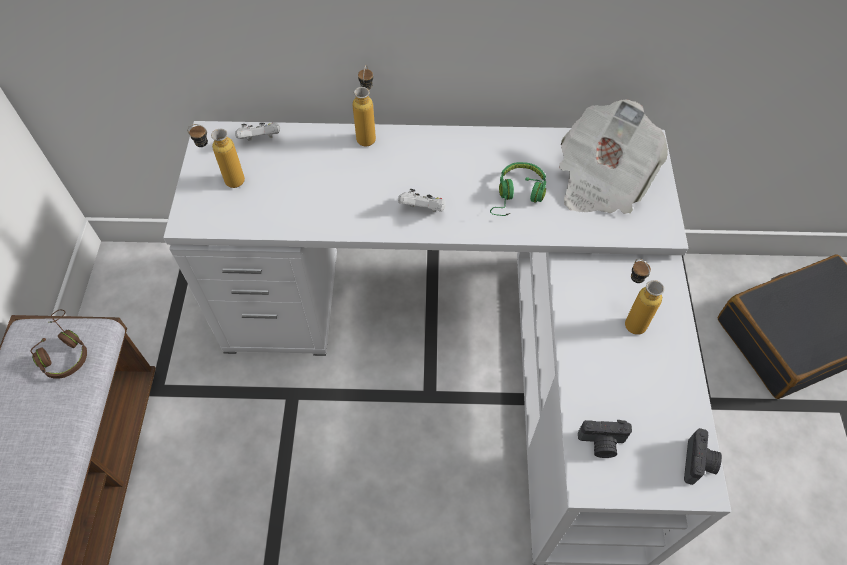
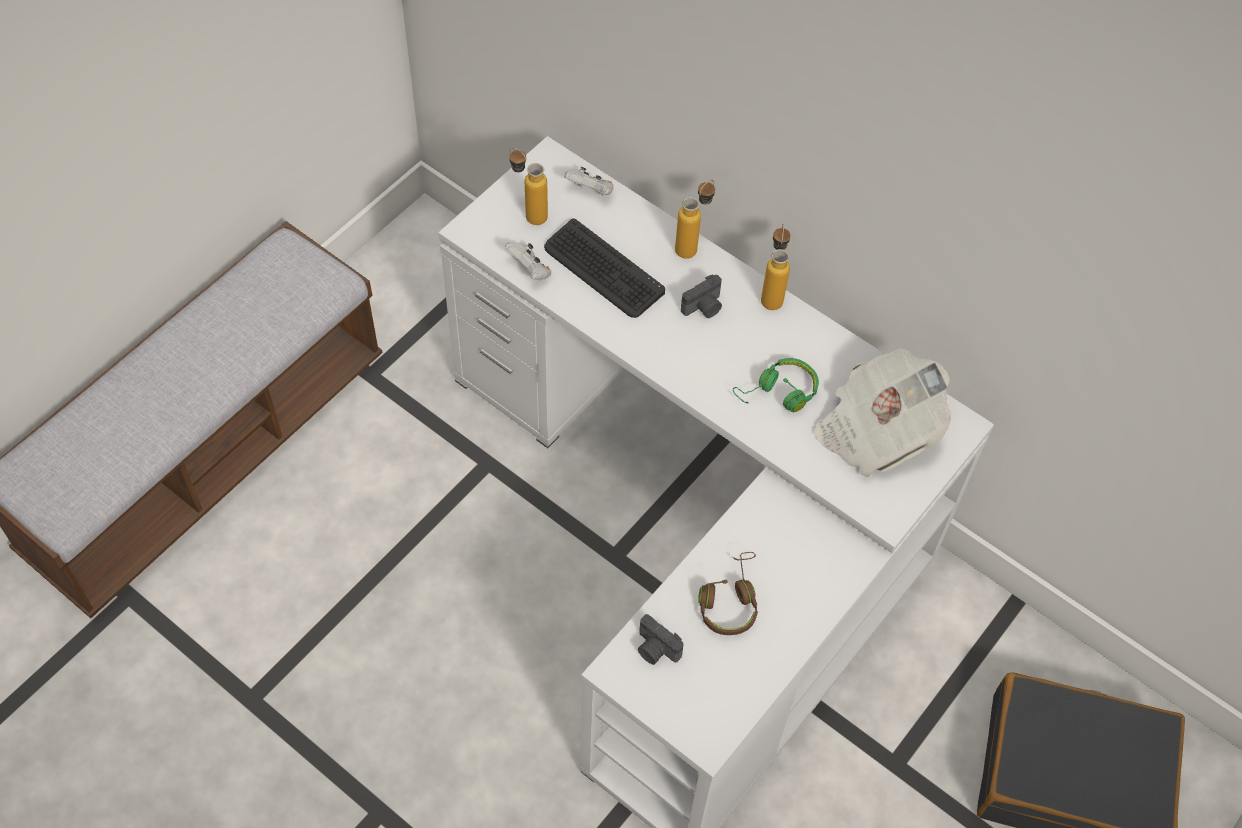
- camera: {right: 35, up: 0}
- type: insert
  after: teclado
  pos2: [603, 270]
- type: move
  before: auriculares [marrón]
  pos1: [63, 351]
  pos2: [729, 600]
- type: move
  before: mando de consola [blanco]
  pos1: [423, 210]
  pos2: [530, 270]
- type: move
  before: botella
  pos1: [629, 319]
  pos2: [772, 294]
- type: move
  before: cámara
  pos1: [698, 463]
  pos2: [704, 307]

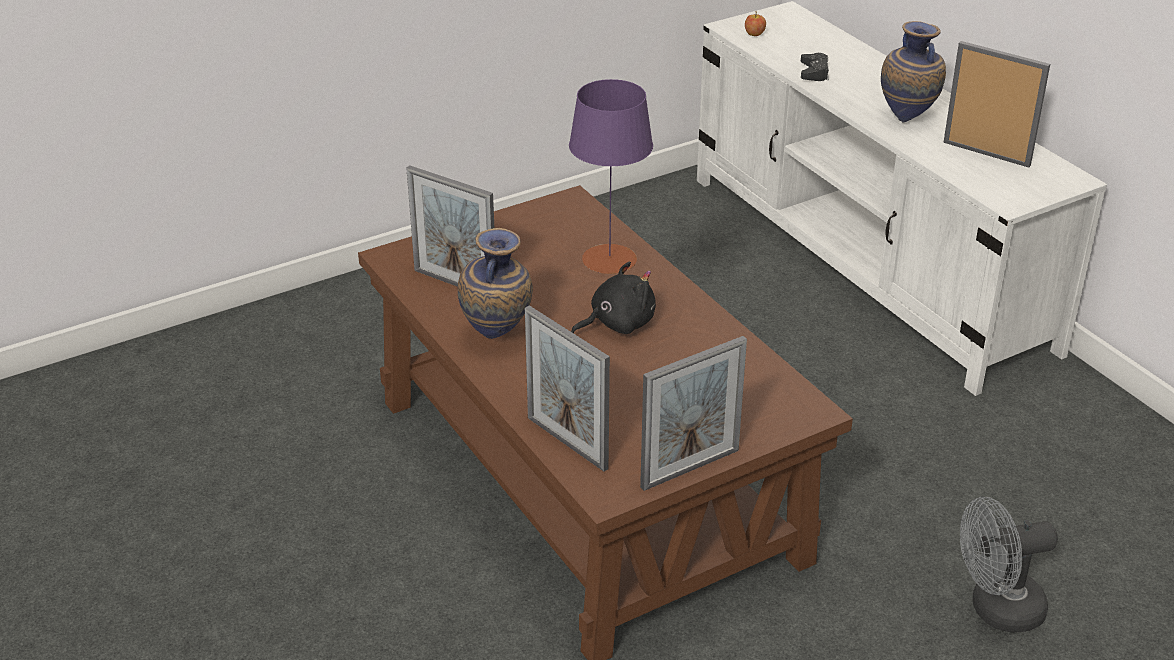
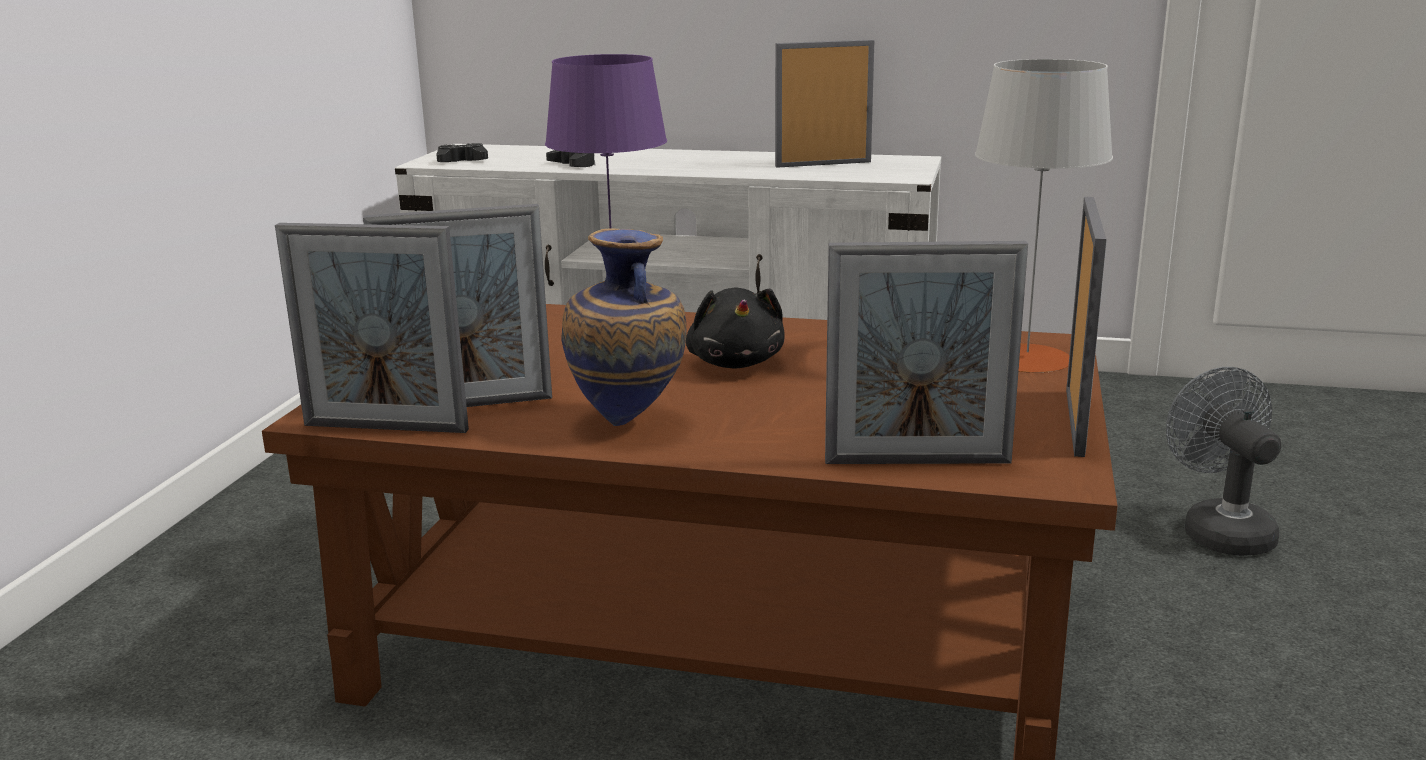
- camera: {right: -45, up: -15}
- type: delete
  before: florero
  pos1: [908, 119]
- type: insert
  after: portarretratos
  pos2: [385, 427]
- type: insert
  after: lámpara de mesa [gris]
  pos2: [1027, 358]
- type: replace
  before: manzana
  after: mando de consola [negro]
  pos1: [754, 34]
  pos2: [462, 161]
- type: rotate
  before: peluche [negro]
  pos1: [618, 323]
  pos2: [736, 362]
  turn: 150
- type: rotate
  before: ventilador [gris]
  pos1: [996, 610]
  pos2: [1219, 530]
  turn: 135

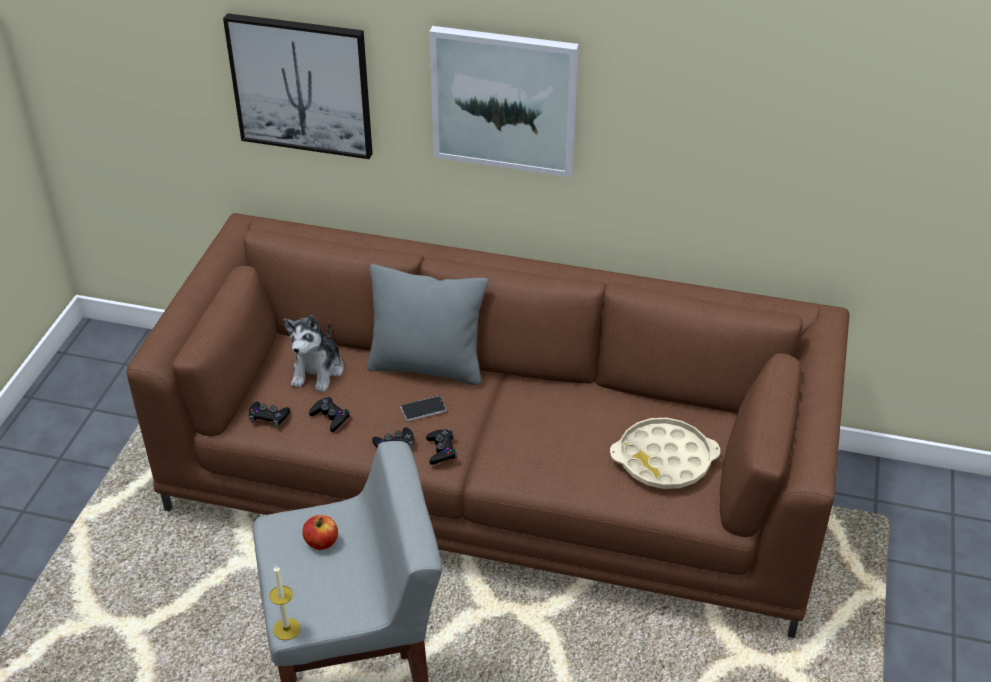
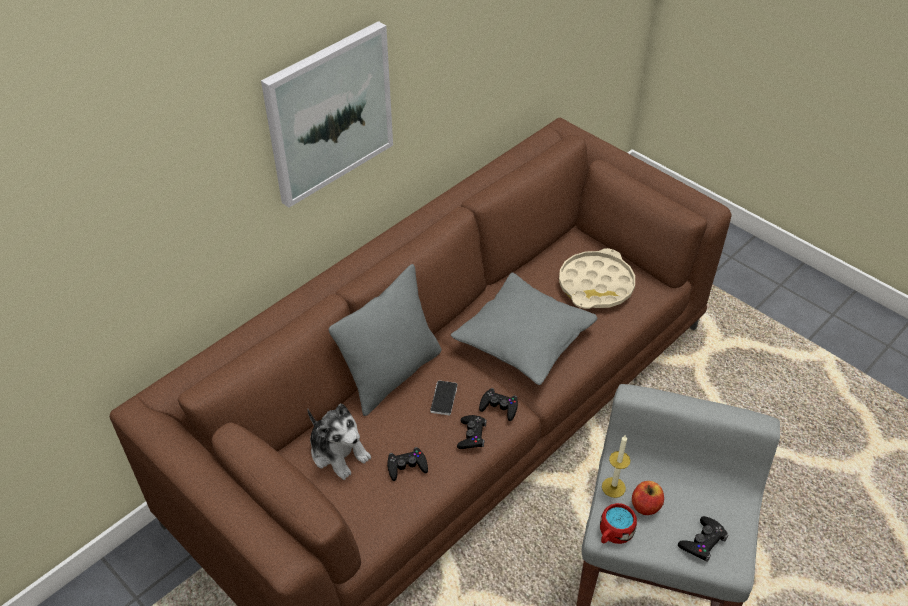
- camera: {right: -60, up: 5}
- type: delete
  before: cuadro
  pos1: [301, 85]
- type: insert
  after: cojín [gris]
  pos2: [524, 339]
- type: insert
  after: taza grande [rojo]
  pos2: [613, 533]
- type: move
  before: mando de consola [negro]
  pos1: [268, 417]
  pos2: [702, 541]
- type: move
  before: vela
  pos1: [286, 629]
  pos2: [613, 487]

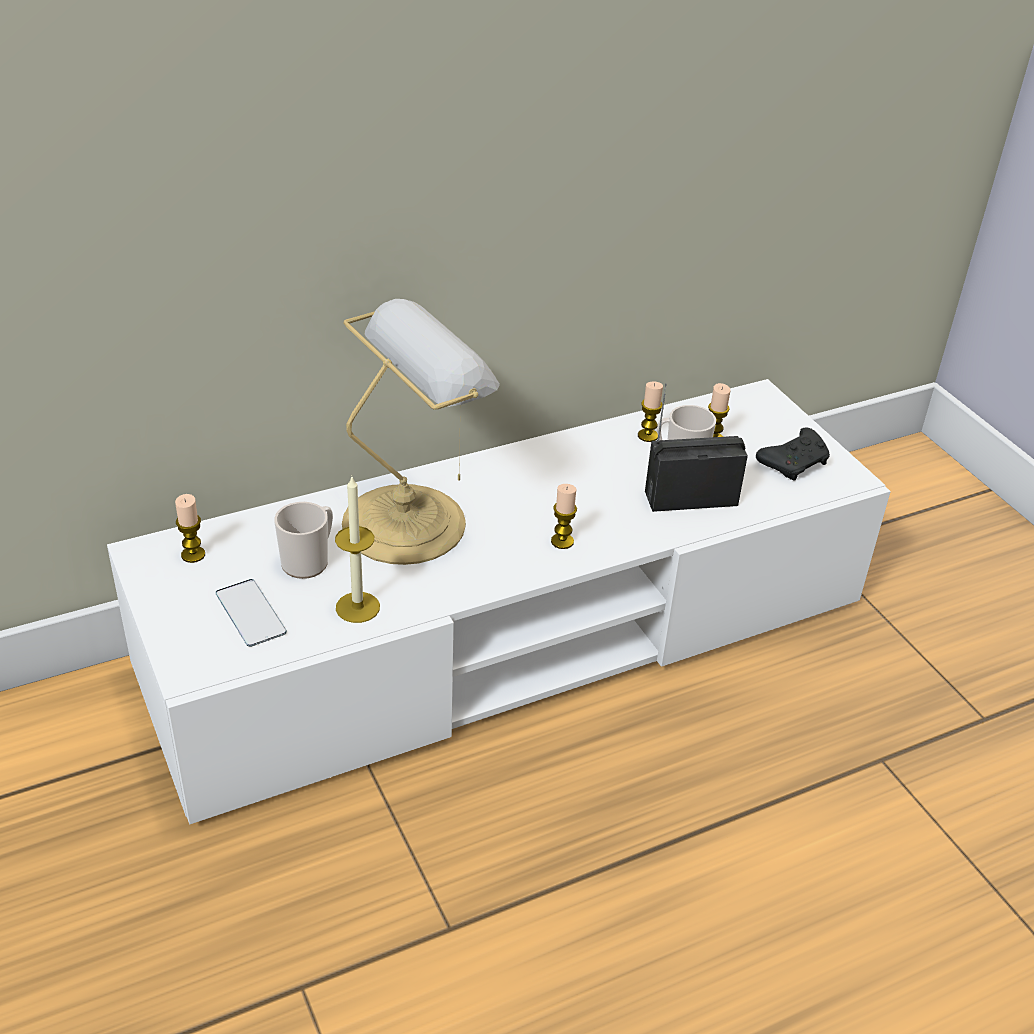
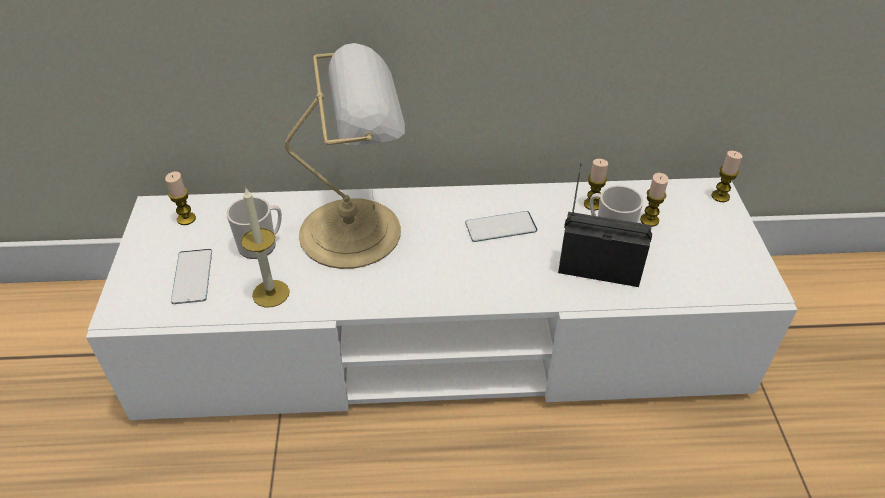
- camera: {right: 25, up: 5}
- type: delete
  before: mando de consola [negro]
  pos1: [794, 463]
- type: insert
  after: móvil
  pos2: [500, 227]
- type: move
  before: vela
  pos1: [562, 541]
  pos2: [720, 196]

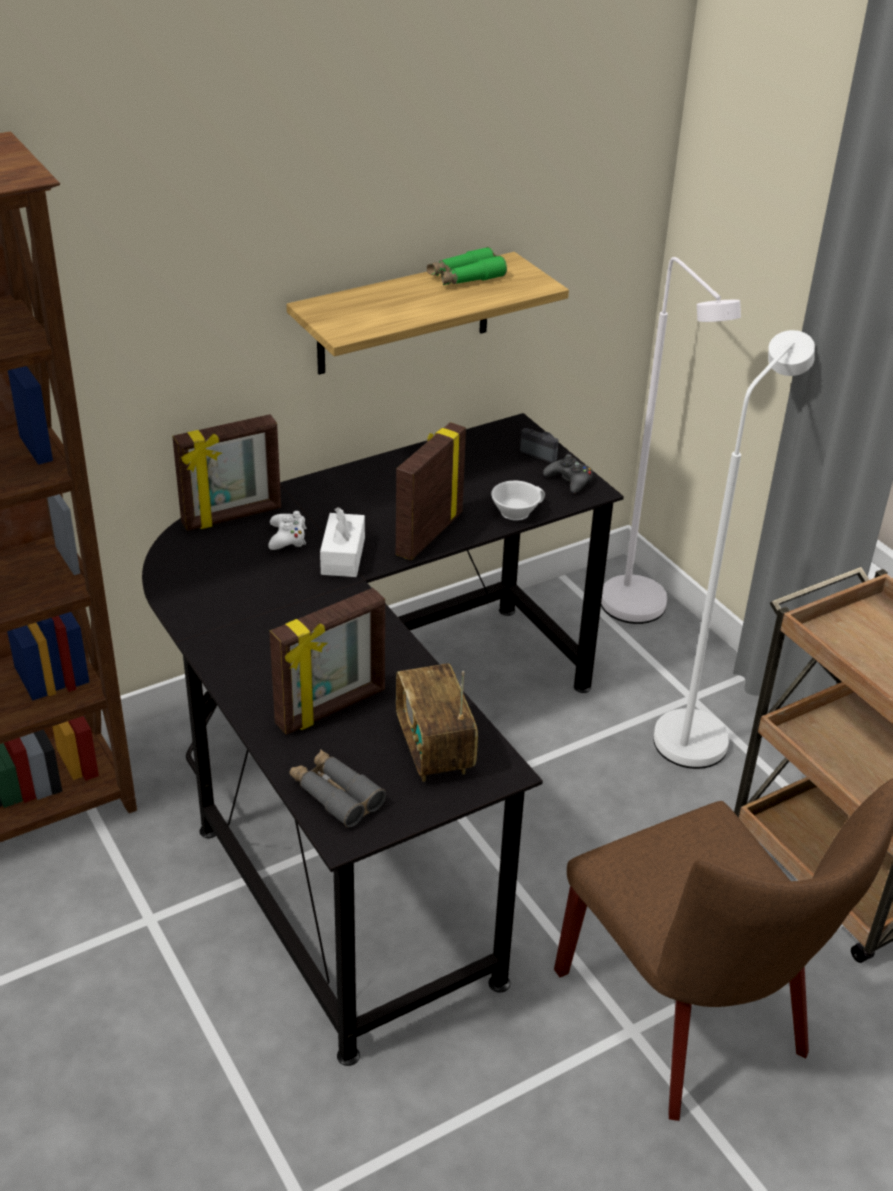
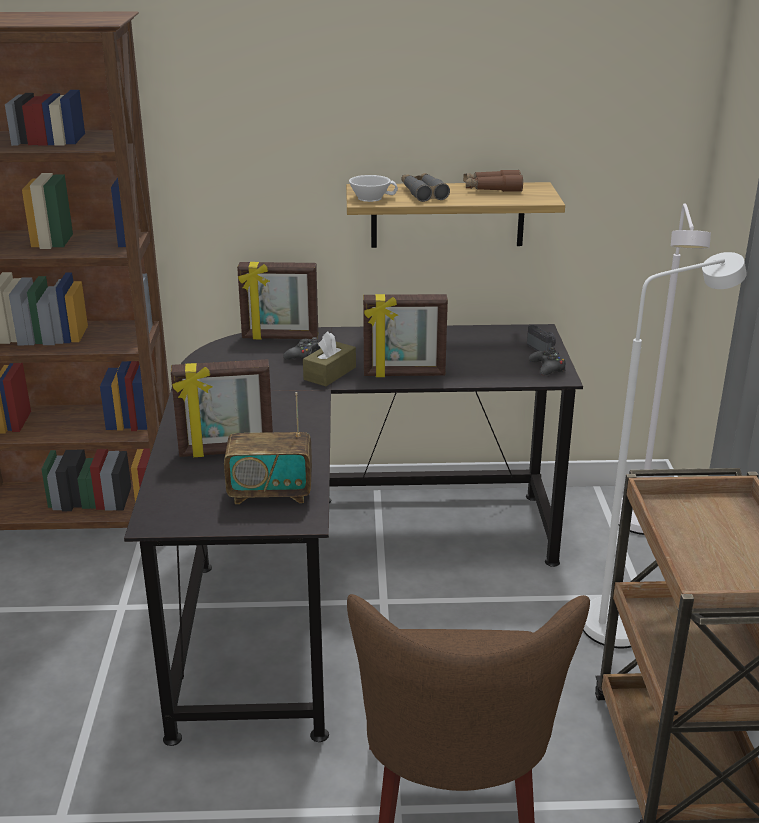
- camera: {right: 30, up: -10}
- type: move
  before: prismáticos [gris]
  pos1: [335, 794]
  pos2: [423, 193]
- type: move
  before: taza [blanco]
  pos1: [515, 510]
  pos2: [371, 197]
- type: recolor
  before: mando de consola [blanco]
  after: mando de consola [negro]
  pos1: [287, 537]
  pos2: [304, 355]
- type: recolor
  before: caja de pañuelos [blanco]
  after: caja de pañuelos [marrón]
  pos1: [343, 556]
  pos2: [330, 373]
- type: recolor
  before: prismáticos [verde]
  after: prismáticos [marrón]
  pos1: [465, 277]
  pos2: [492, 189]
- type: rotate
  before: portarretratos
  pos1: [428, 533]
  pos2: [404, 374]
  turn: -150
- type: rotate
  before: radio
  pos1: [434, 749]
  pos2: [270, 493]
  turn: -105

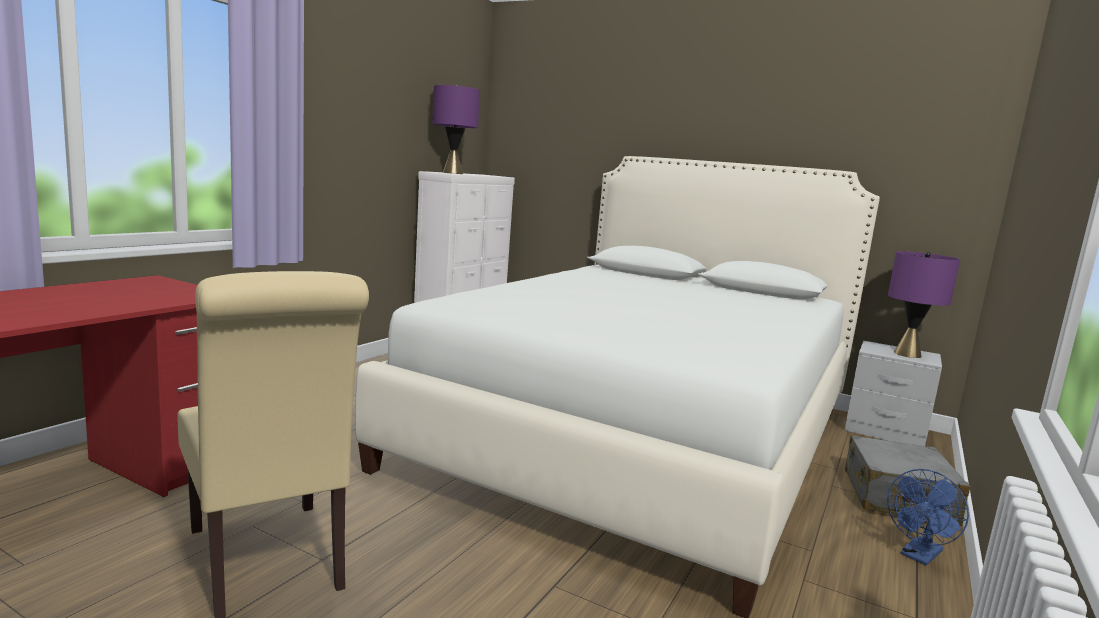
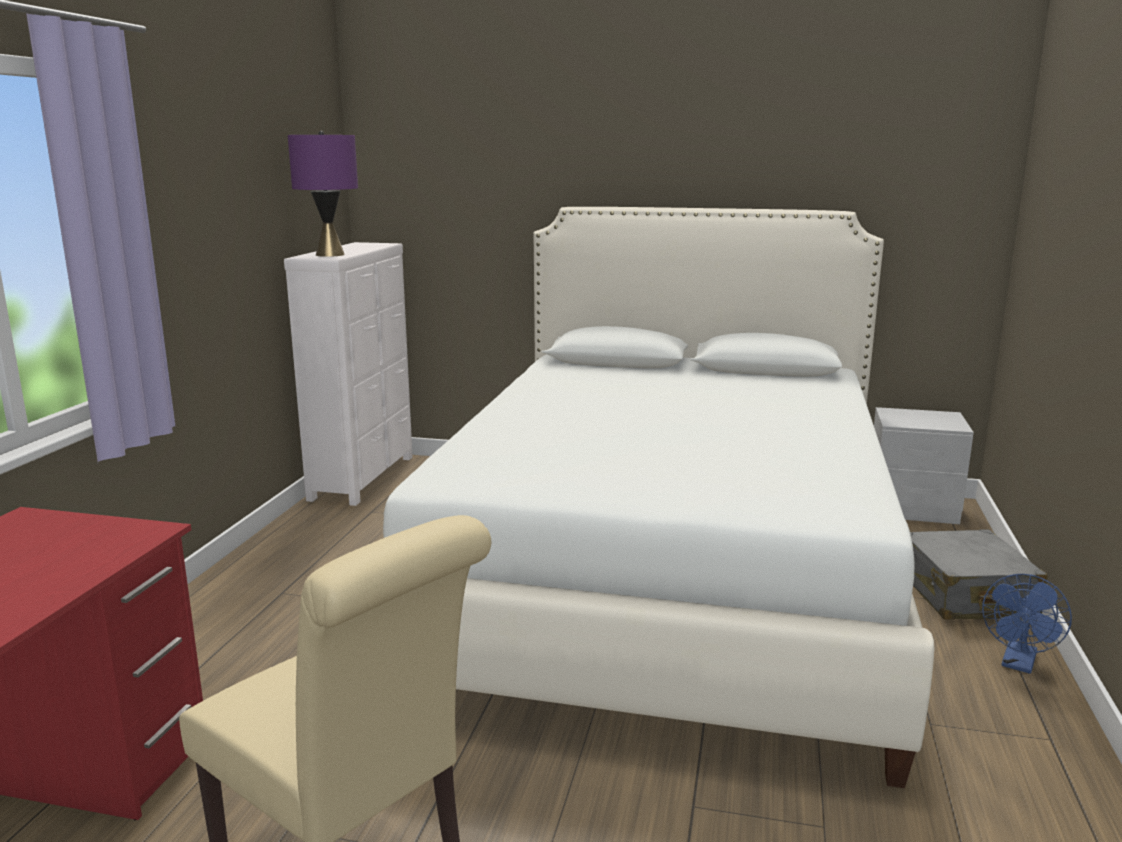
- camera: {right: -15, up: 5}
- type: delete
  before: lámpara de mesa [morado]
  pos1: [907, 354]

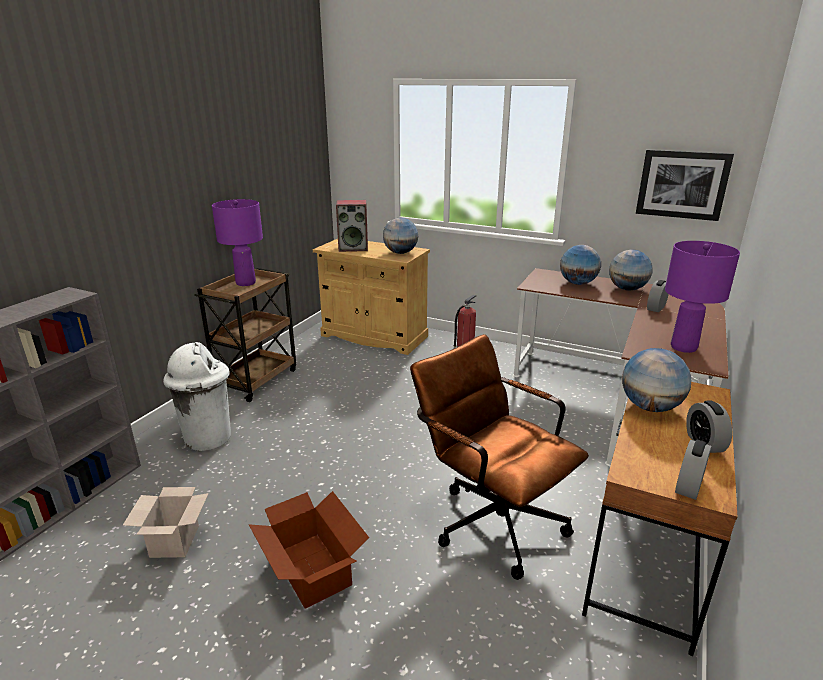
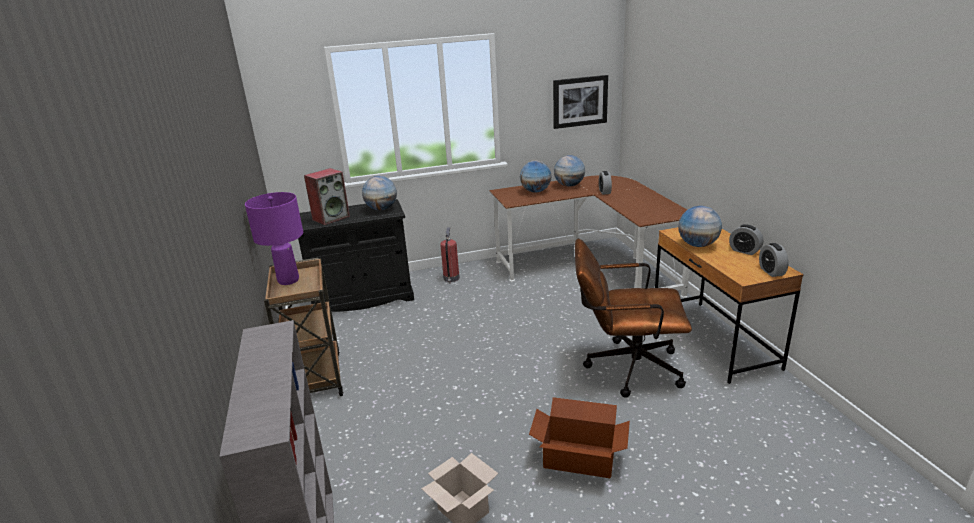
- camera: {right: -40, up: 0}
- type: delete
  before: papelera [blanco]
  pos1: [208, 438]
- type: delete
  before: lámpara de mesa [morado]
  pos1: [684, 347]
- type: recolor
  before: armario [beis]
  after: armario [negro]
  pos1: [374, 336]
  pos2: [362, 298]

